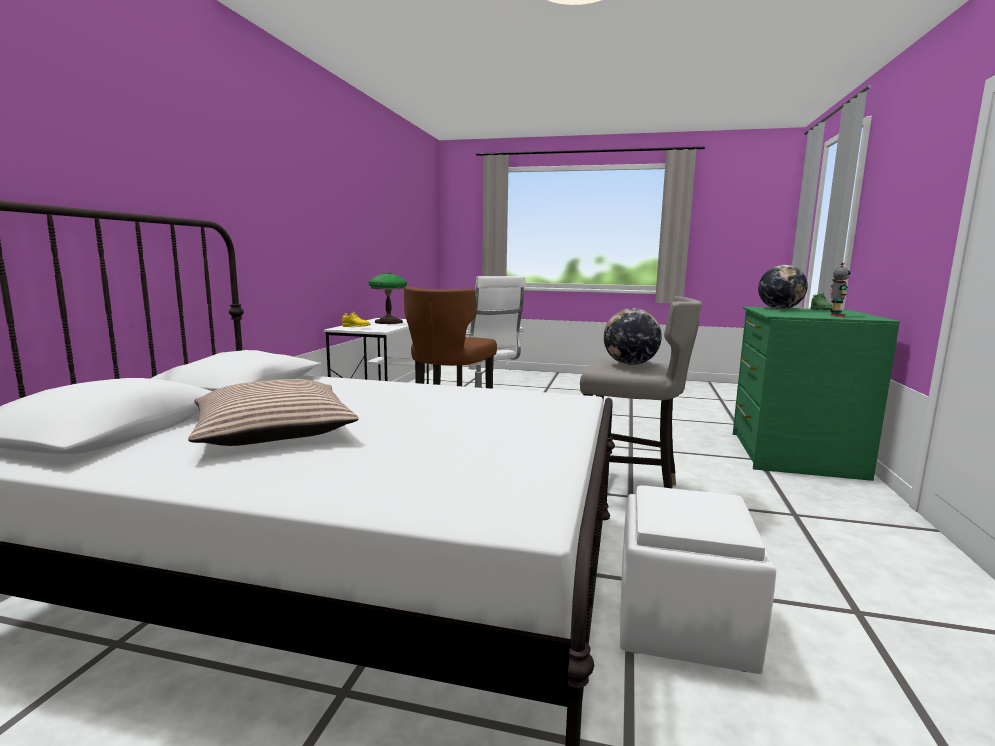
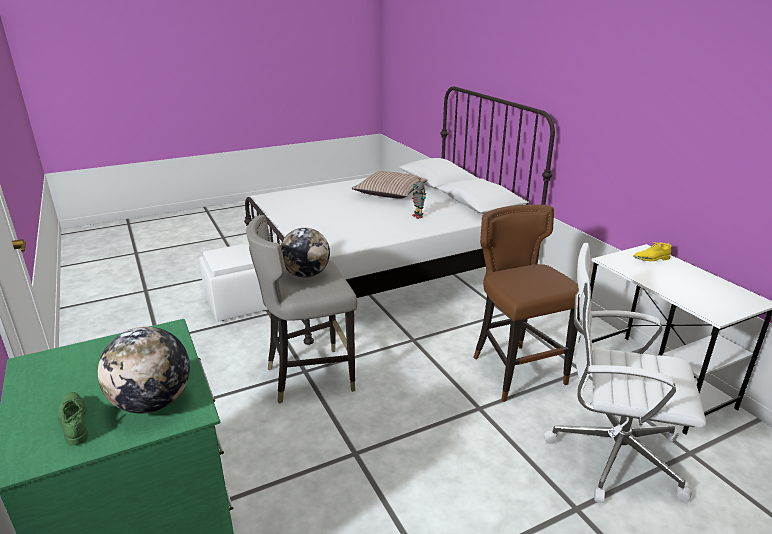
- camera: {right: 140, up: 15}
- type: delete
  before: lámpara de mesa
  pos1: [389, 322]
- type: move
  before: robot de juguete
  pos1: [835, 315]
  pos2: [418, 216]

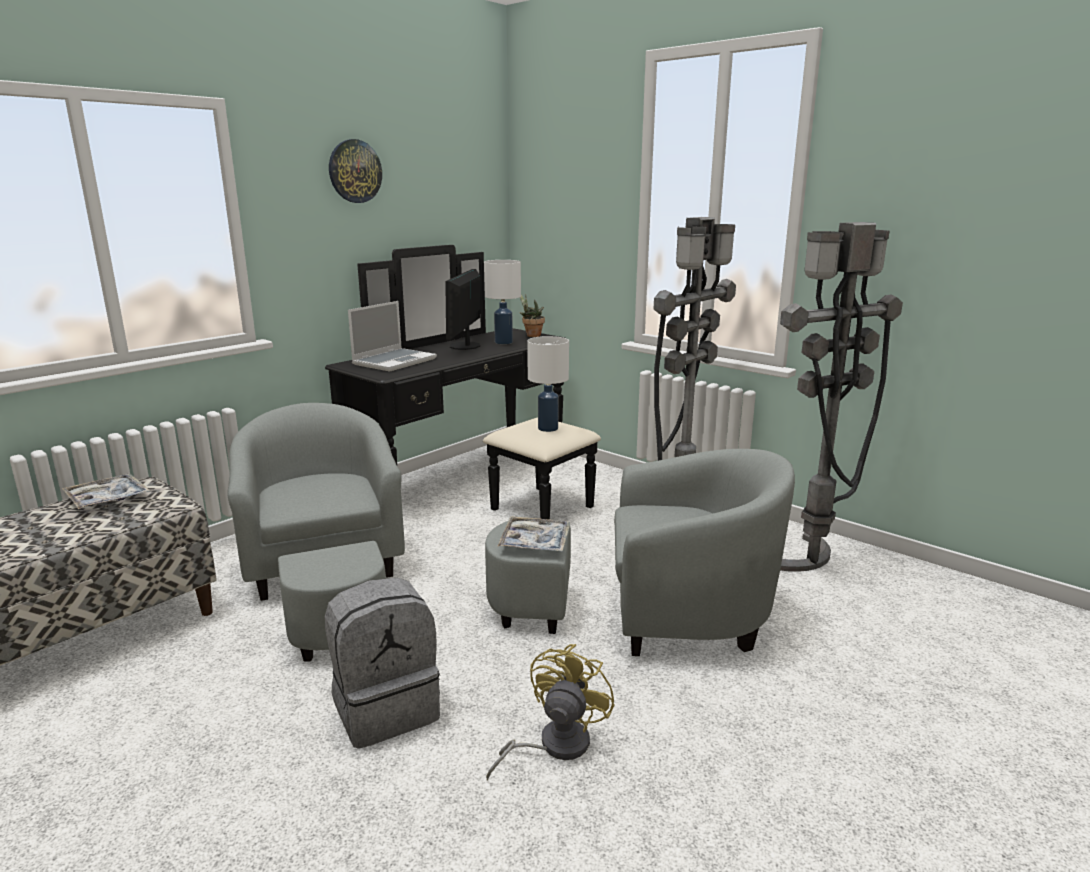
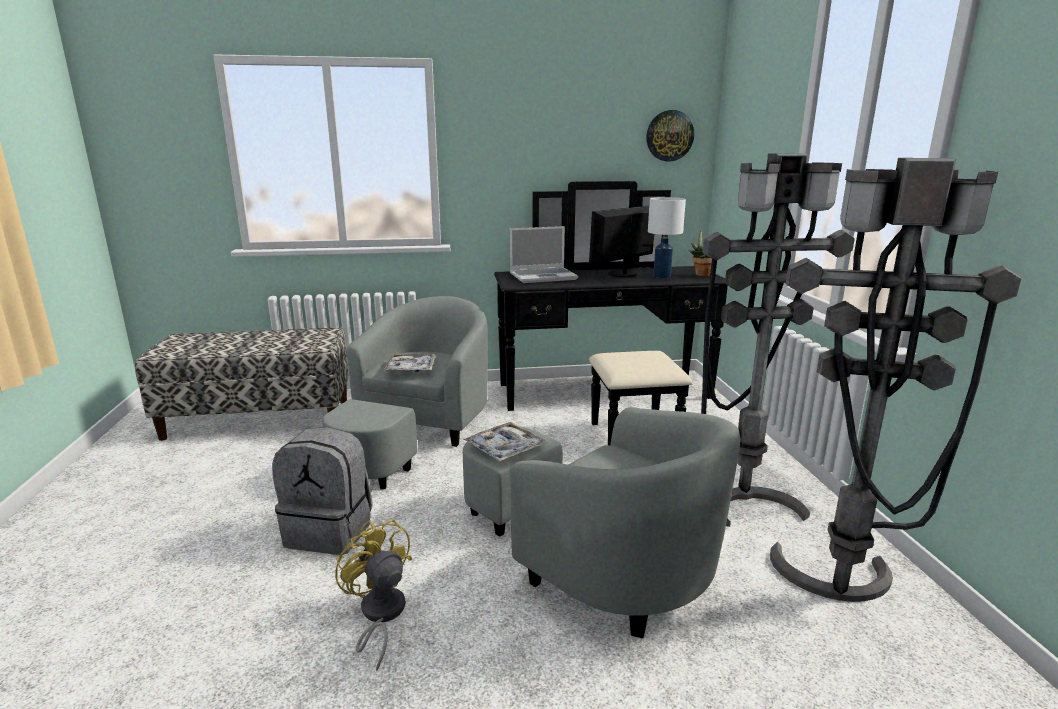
- camera: {right: 40, up: 0}
- type: delete
  before: lámpara de mesa [blanco]
  pos1: [547, 428]
- type: move
  before: bandeja
  pos1: [107, 499]
  pos2: [411, 368]
- type: move
  before: reloj de pared
  pos1: [354, 171]
  pos2: [669, 136]
- type: rotate
  before: ventilador [amarillo]
  pos1: [554, 746]
  pos2: [379, 615]
  turn: -105

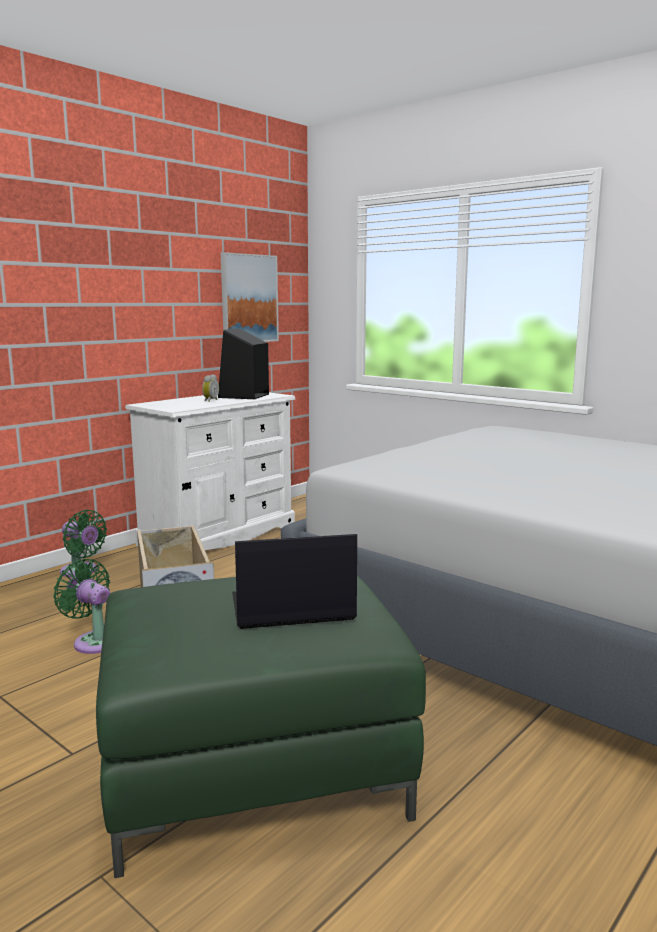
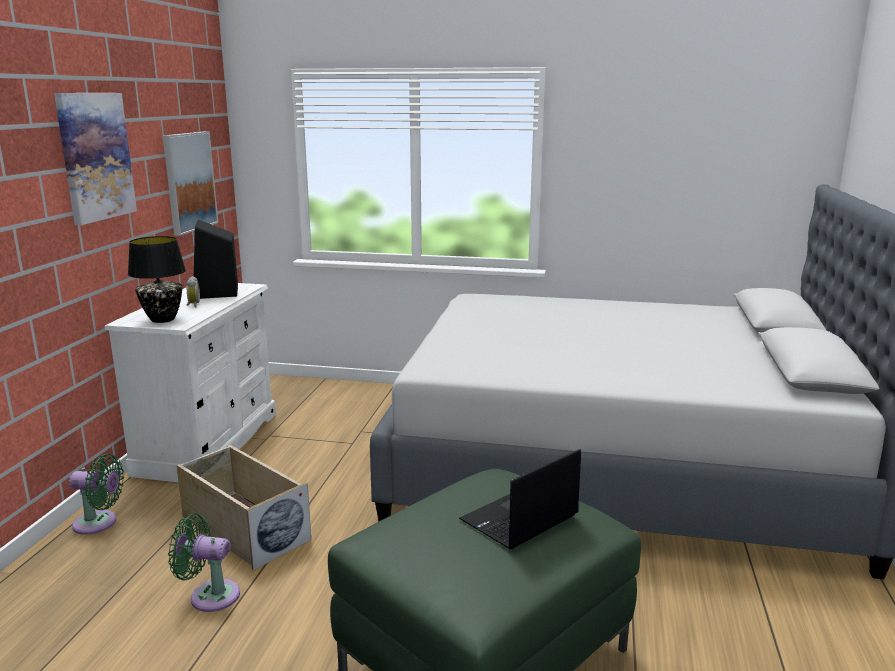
- camera: {right: -30, up: 5}
- type: insert
  after: cuadro
  pos2: [95, 156]
- type: insert
  after: lámpara de mesa [negro]
  pos2: [162, 319]

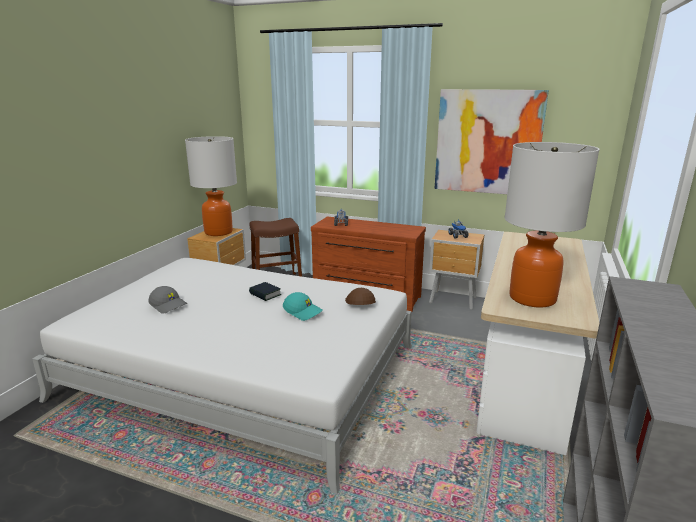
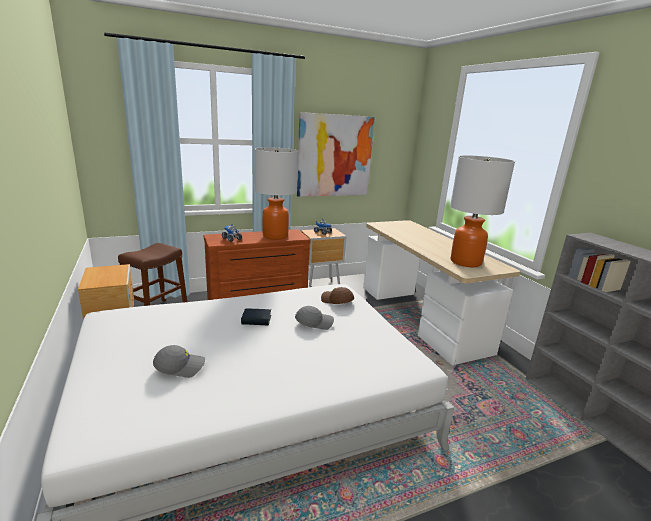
- camera: {right: -45, up: 0}
- type: move
  before: lámpara de mesa
  pos1: [218, 232]
  pos2: [275, 236]
- type: recolor
  before: gorra [turquesa]
  after: gorra [gris]
  pos1: [303, 312]
  pos2: [314, 322]

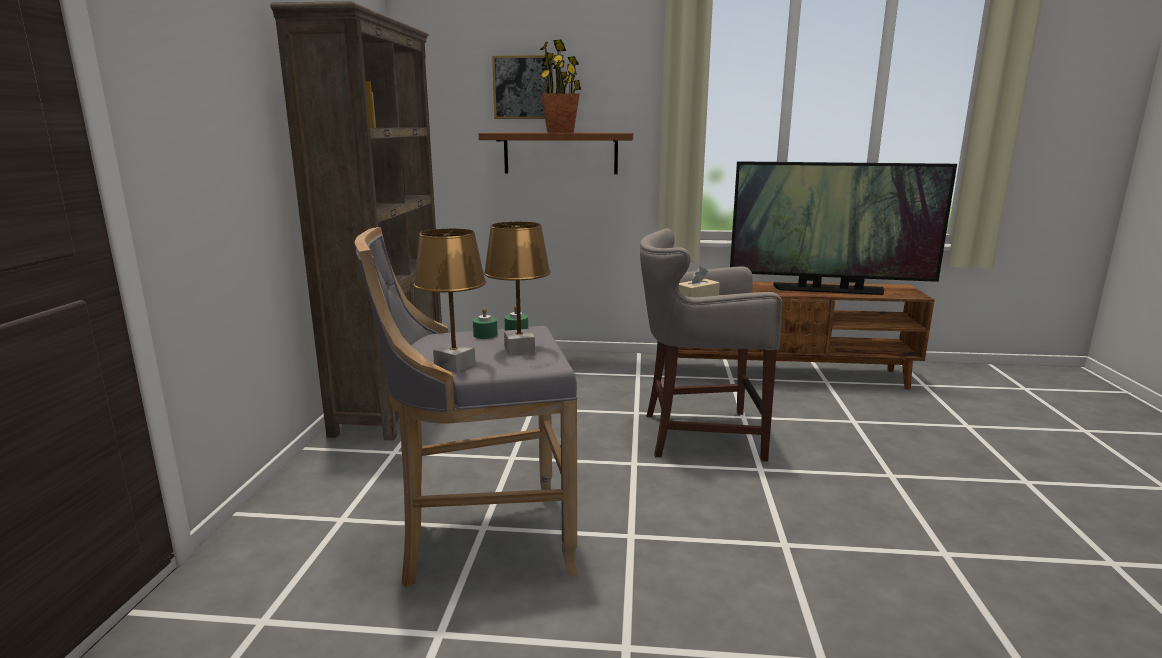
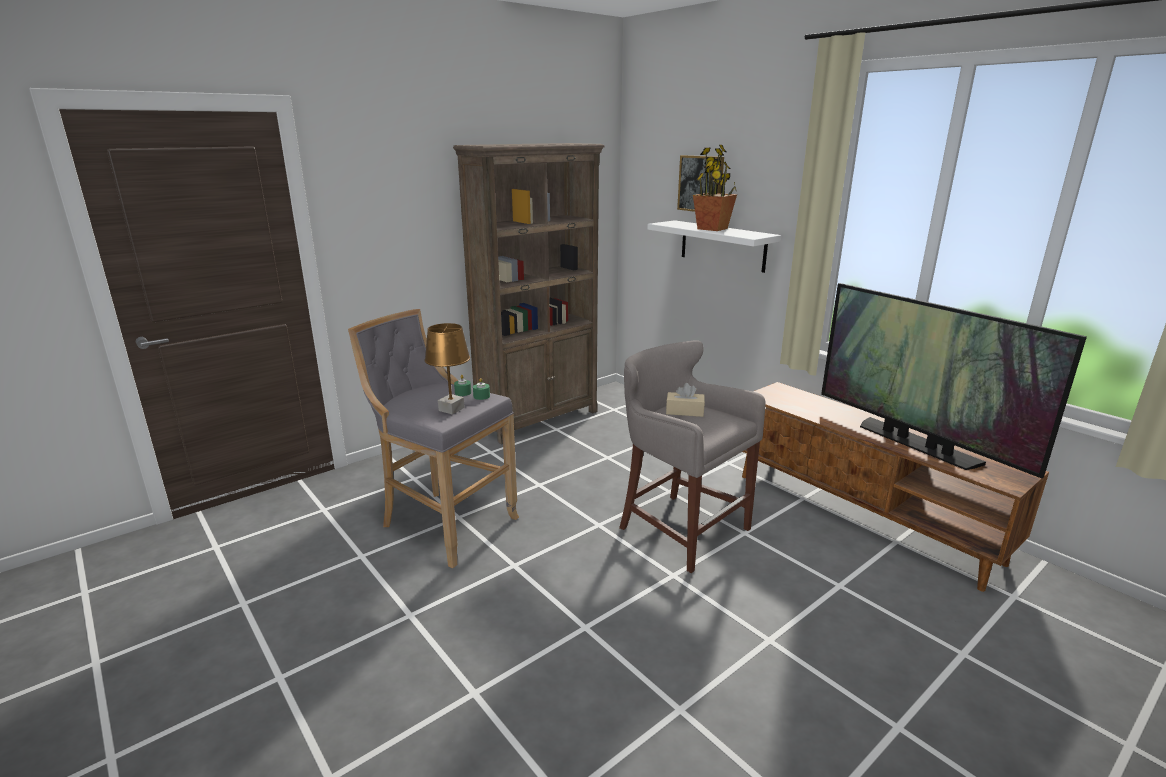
- camera: {right: 45, up: 5}
- type: delete
  before: lámpara de mesa [marrón]
  pos1: [455, 365]
- type: recolor
  before: estante [marrón]
  after: estante [blanco]
  pos1: [560, 153]
  pos2: [722, 245]

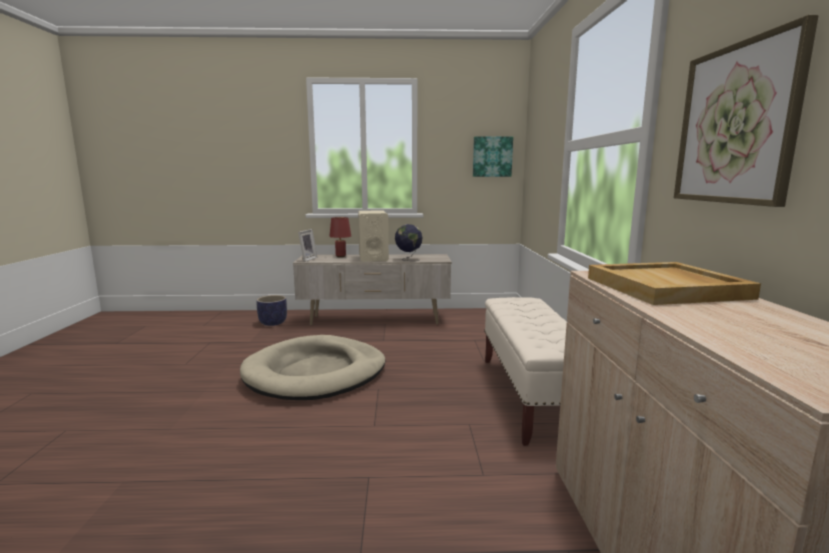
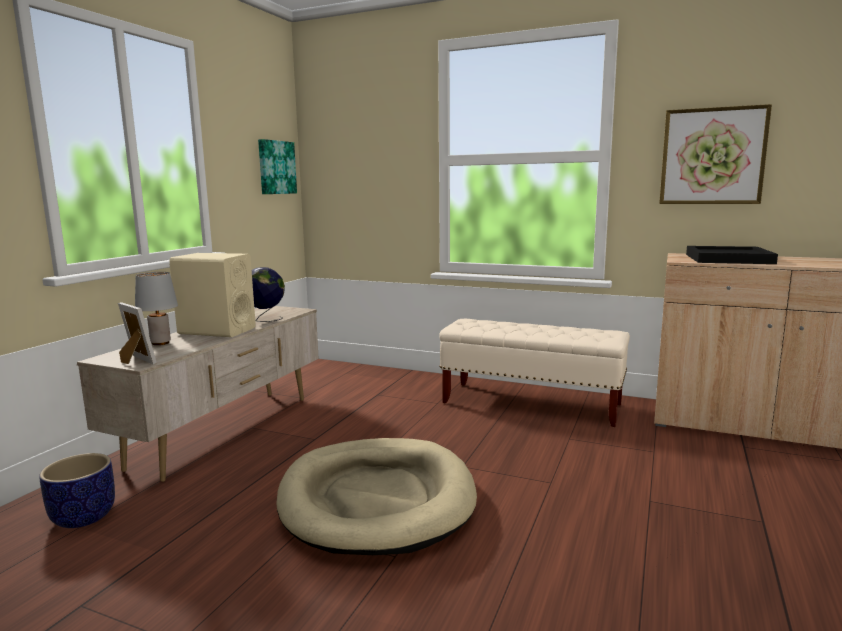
- camera: {right: -65, up: 0}
- type: recolor
  before: lámpara de mesa [rojo]
  after: lámpara de mesa [gris]
  pos1: [340, 256]
  pos2: [160, 343]
- type: recolor
  before: bandeja [beis]
  after: bandeja [negro]
  pos1: [667, 288]
  pos2: [728, 259]

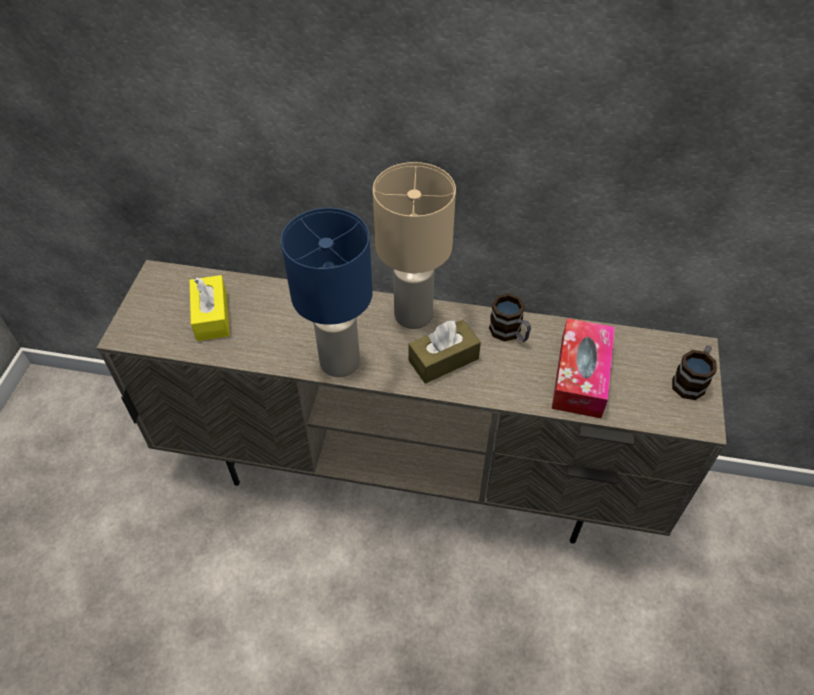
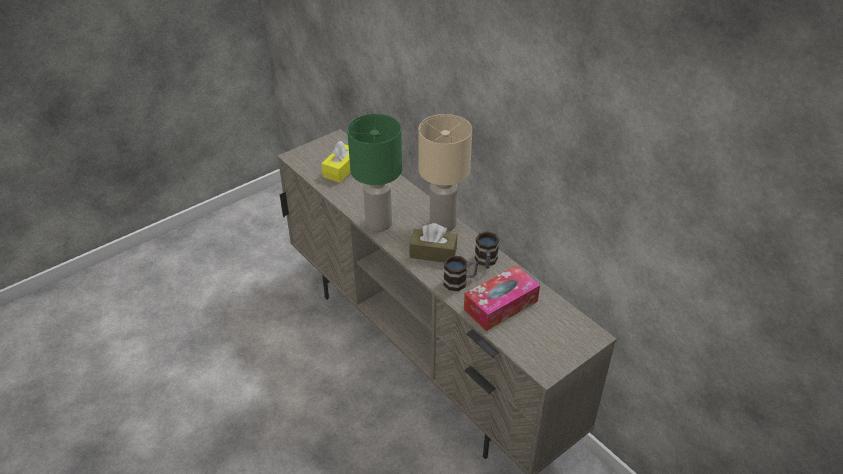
- camera: {right: 40, up: -10}
- type: move
  before: taza grande
  pos1: [691, 381]
  pos2: [460, 281]
- type: recolor
  before: lámpara de mesa [azul]
  after: lámpara de mesa [verde]
  pos1: [340, 361]
  pos2: [379, 223]

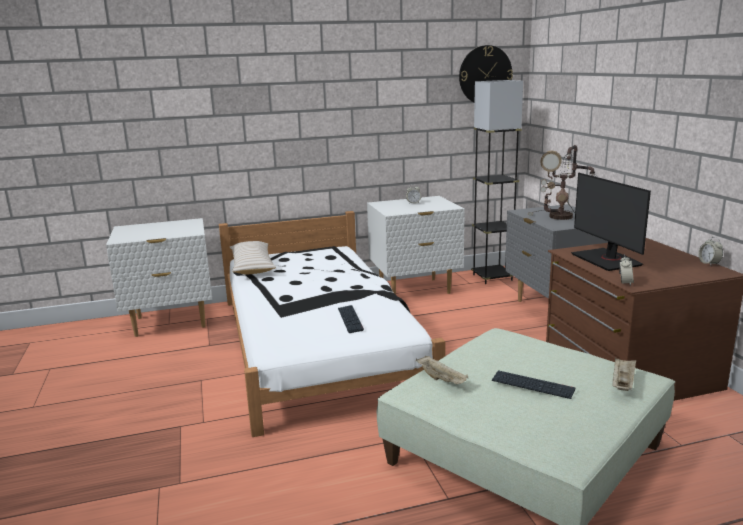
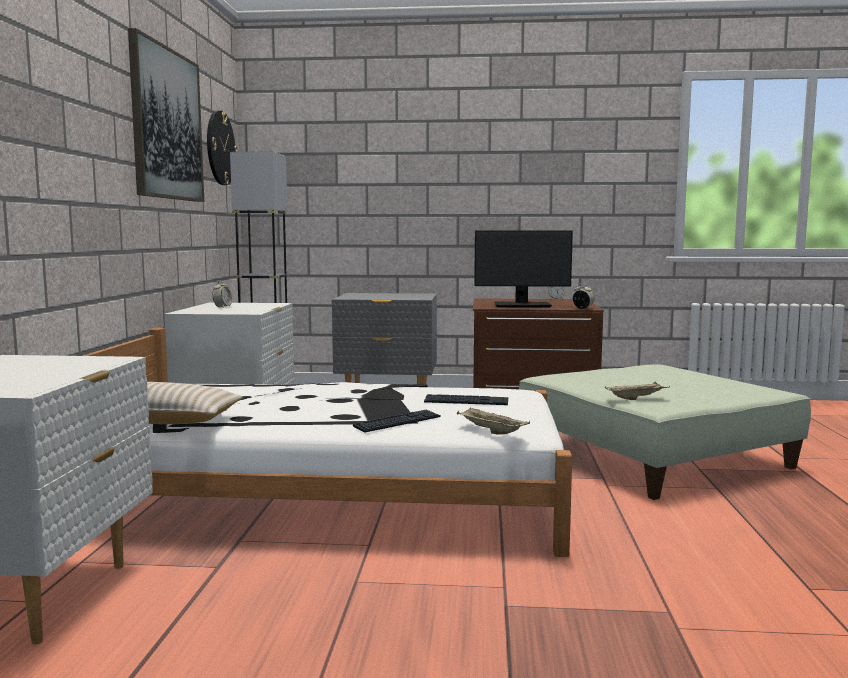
- camera: {right: -70, up: -10}
- type: delete
  before: lámpara de mesa
  pos1: [562, 217]
- type: insert
  after: cuadro
  pos2: [166, 124]
- type: move
  before: teclado
  pos1: [532, 386]
  pos2: [397, 422]
- type: move
  before: bandeja [beis]
  pos1: [622, 383]
  pos2: [490, 431]

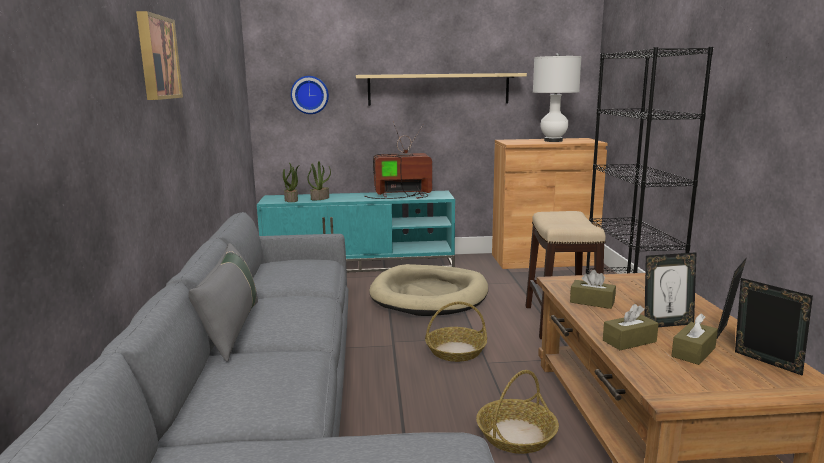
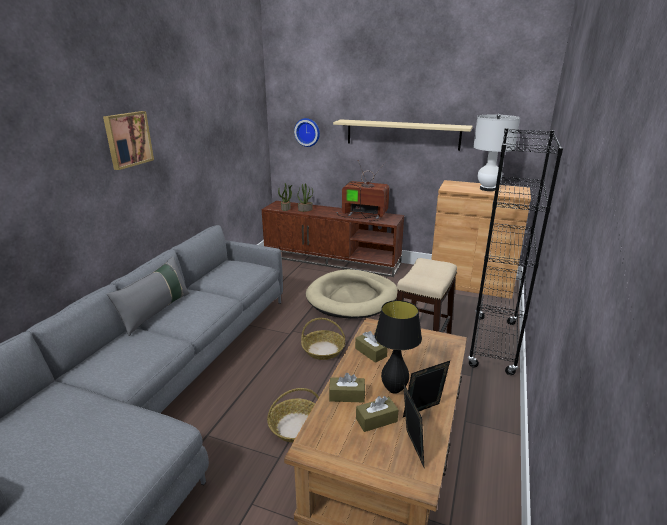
- camera: {right: 25, up: 10}
- type: replace
  before: portarretratos
  after: lámpara de mesa [negro]
  pos1: [666, 324]
  pos2: [394, 389]
- type: recolor
  before: mueble de televisión [turquesa]
  after: mueble de televisión [marrón]
  pos1: [360, 264]
  pos2: [332, 260]

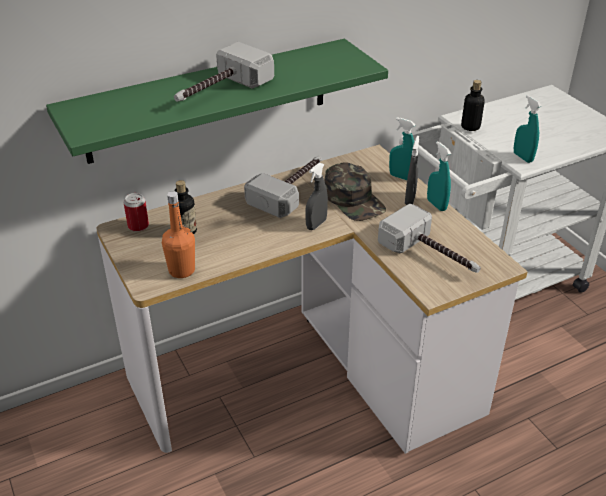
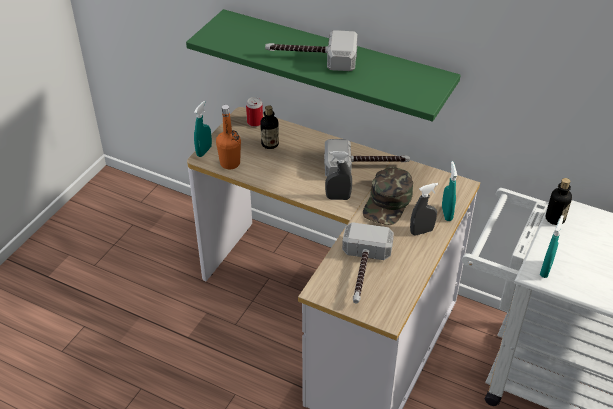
- camera: {right: 55, up: 5}
- type: move
  before: pulverizador [turquesa]
  pos1: [436, 205]
  pos2: [204, 151]

